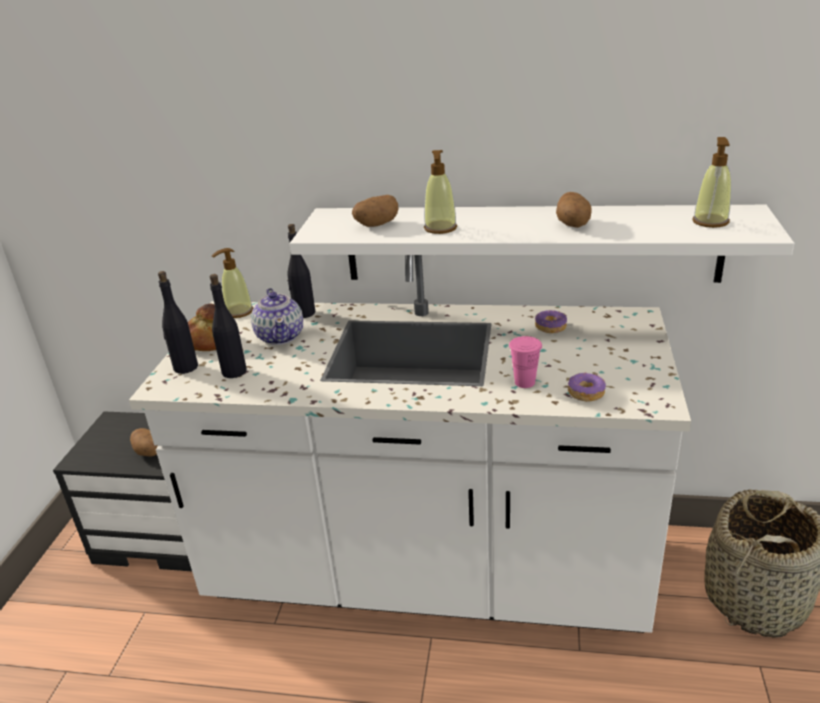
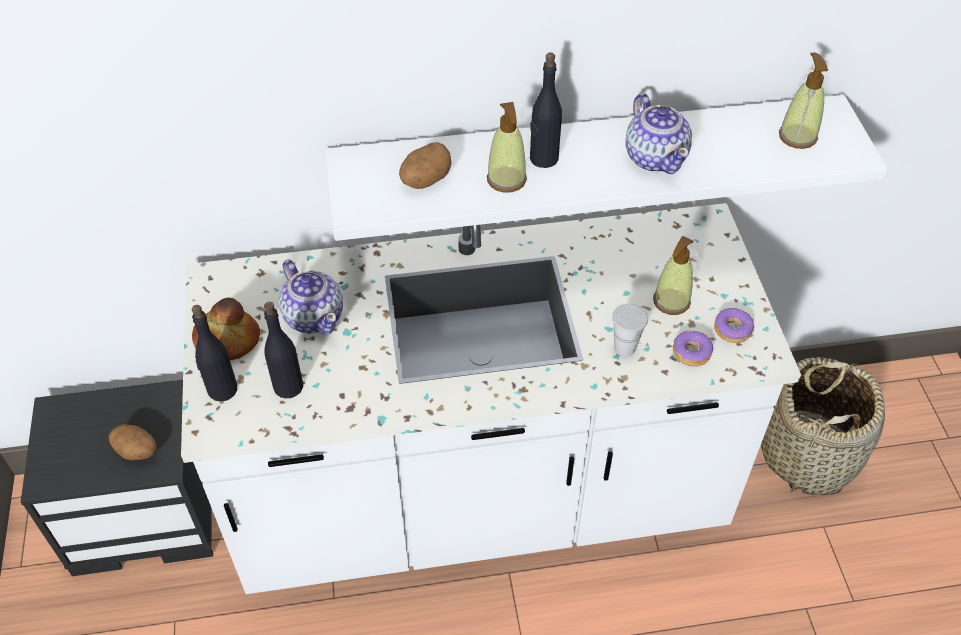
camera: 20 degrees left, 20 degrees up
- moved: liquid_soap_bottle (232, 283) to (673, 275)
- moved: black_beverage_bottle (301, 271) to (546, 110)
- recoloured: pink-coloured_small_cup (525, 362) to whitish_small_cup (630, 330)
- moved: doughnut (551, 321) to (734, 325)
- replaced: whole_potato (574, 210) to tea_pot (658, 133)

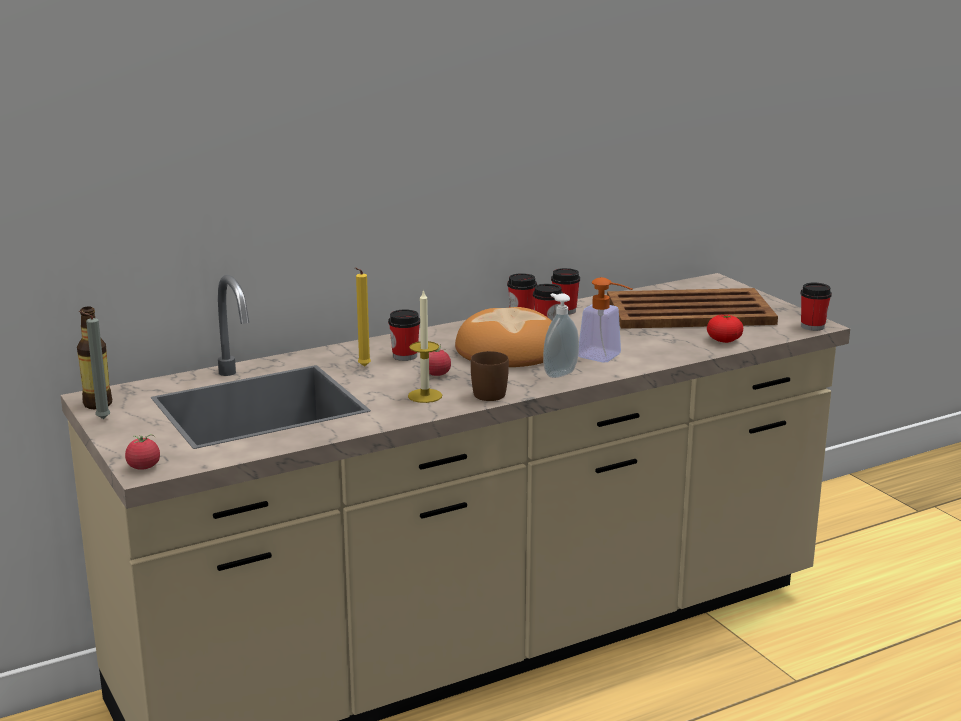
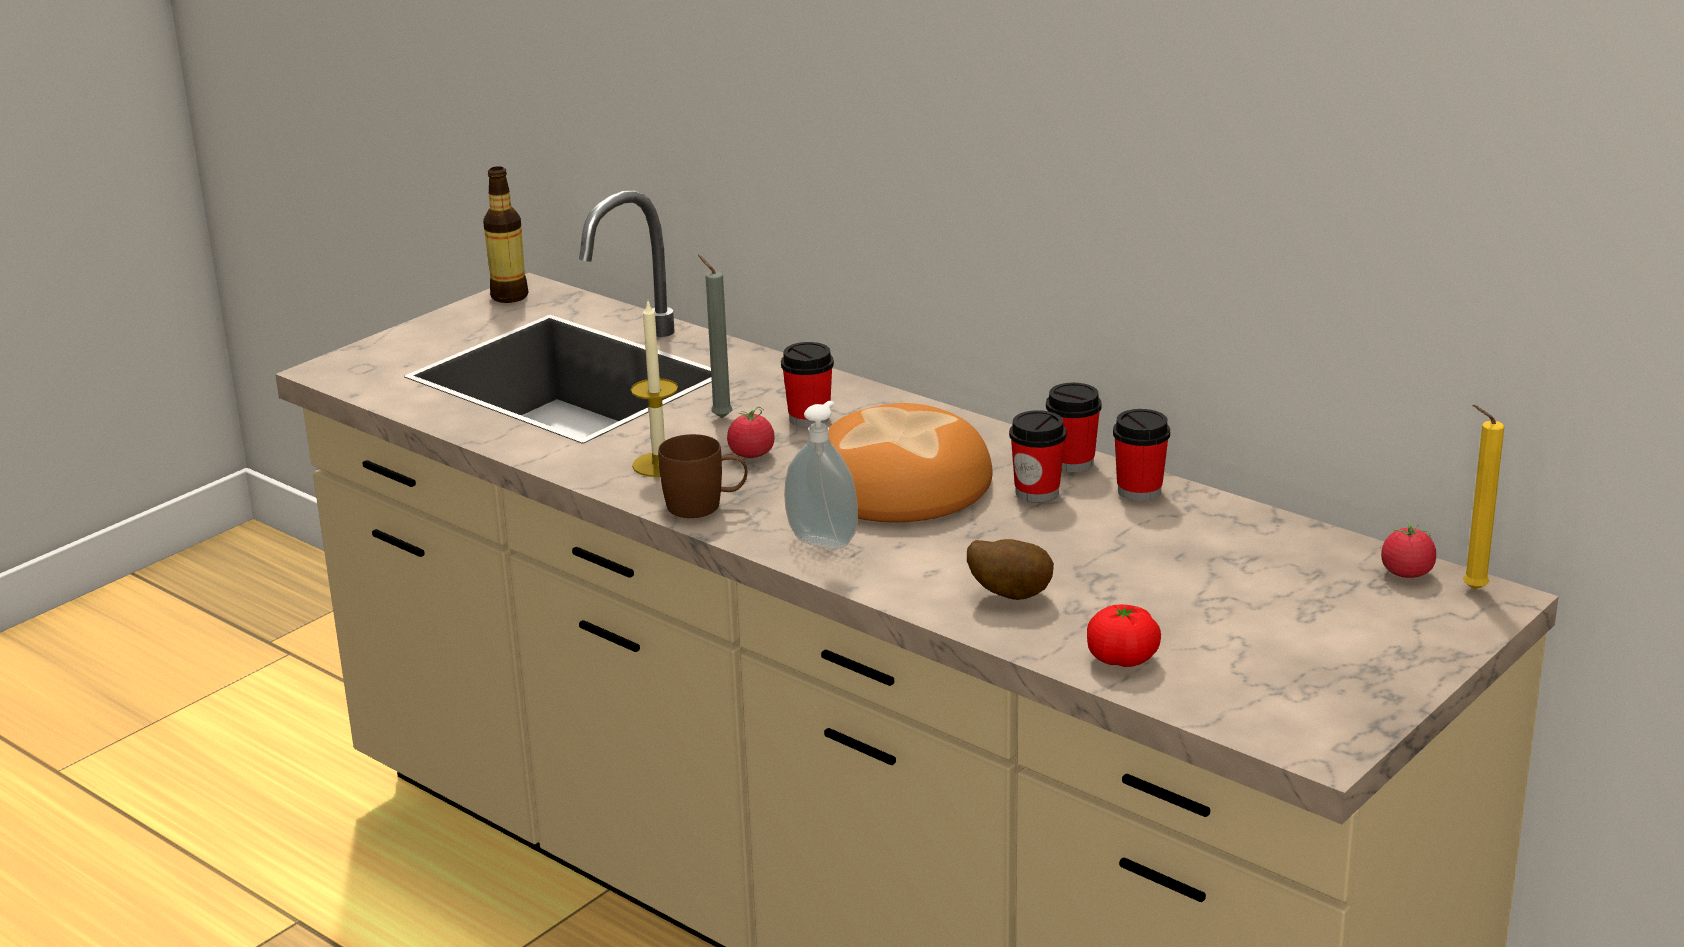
camera: 70 degrees right, 5 degrees up
- moved: gray_wax_light (94, 365) to (715, 336)
- moved: fresh_tomato (142, 452) to (1408, 549)
- moved: yellow_wax_light (363, 317) to (1484, 497)
- removed: liquid_soap_bottle (605, 319)
- removed: brownish_carrying_tray (692, 308)
- removed: small_cup (816, 307)
- added: whole_potato (1010, 569)

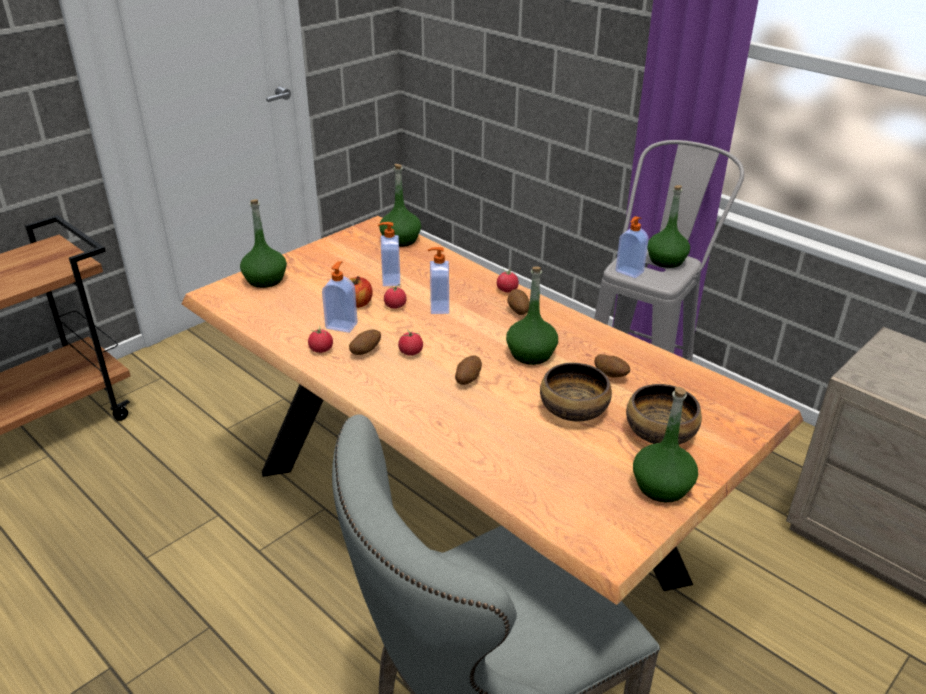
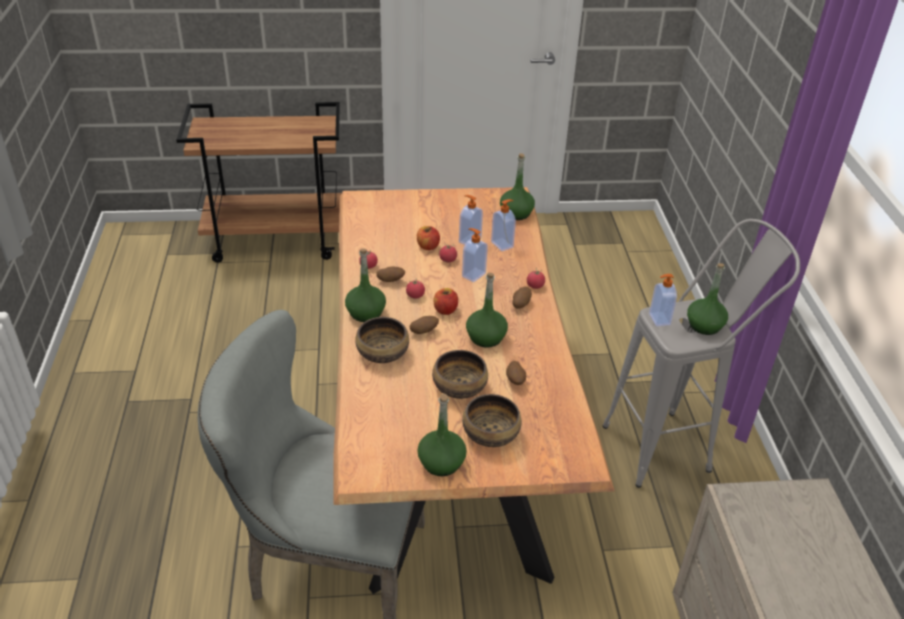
camera: 40 degrees right, 5 degrees up
- moved: greenish_beverage_bottle (263, 243) to (365, 285)
- moved: liquid_soap_bottle (340, 297) to (503, 225)
- added: serving_bowl (382, 340)
- added: whole_apple (446, 301)

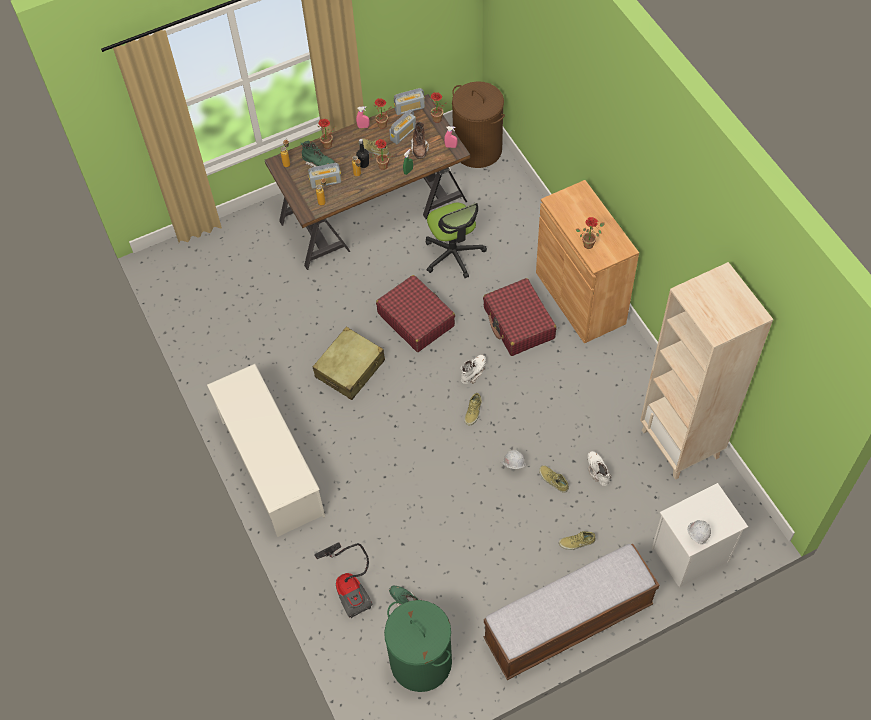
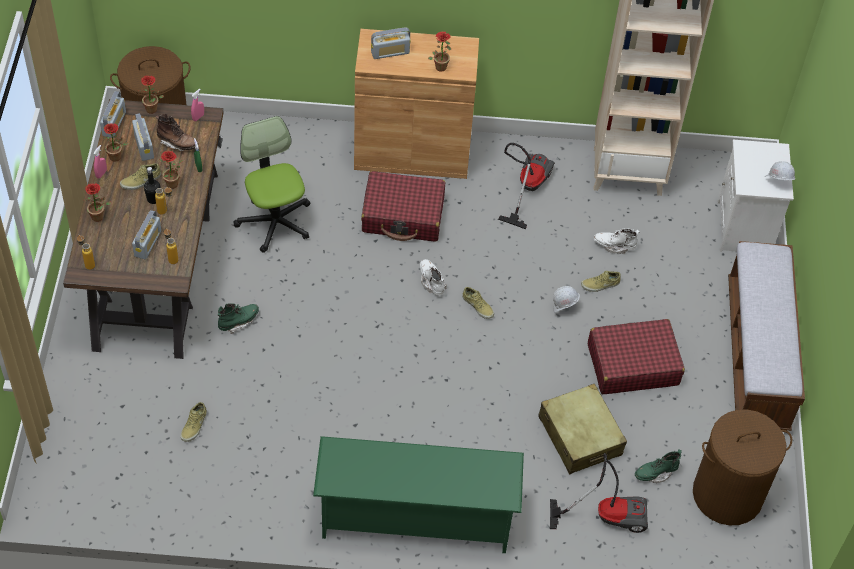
camera: 65 degrees left, 5 degrees down
- recoloured: whitish_shoe_stand (266, 450) to greenish_shoe_stand (418, 494)
- moved: greenish_tall_boot (318, 154) to (238, 318)
- moved: beige-coloured_piece_of_luggage (349, 363) to (582, 429)
- moved: red_piece_of_luggage (415, 313) to (636, 356)
- recoloured: greenish_washing_basket (418, 646) to brownish_washing_basket (742, 467)
- turned: desk_chair (456, 240) = (272, 184) 120 degrees counterclockwise
- moved: beige-coloured_item_of_footwear (577, 540) to (193, 422)
- added: radio_set (391, 43)
- added: vacuum (526, 186)

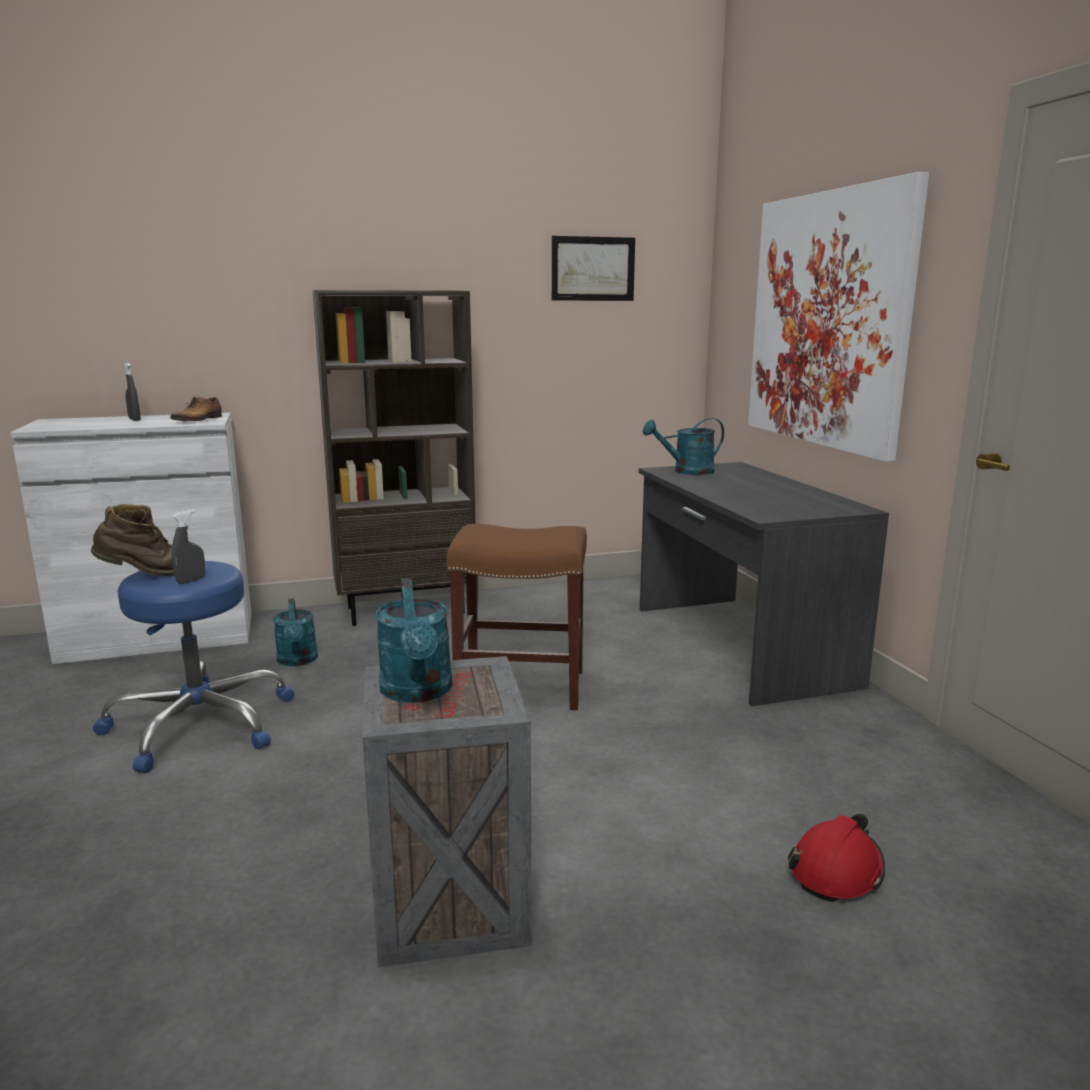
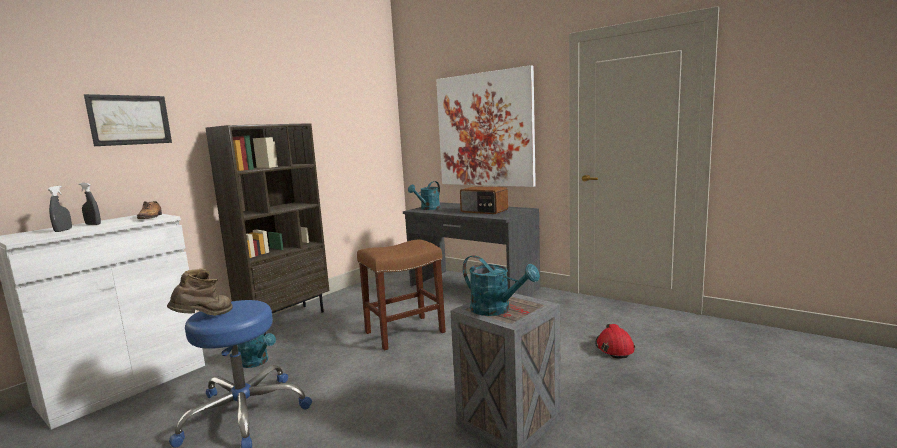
camera: 35 degrees left, 5 degrees down
- moved: gray_sprayer (188, 547) to (60, 209)
- moved: wall_art (593, 268) to (128, 120)
- added: radio_set (484, 200)

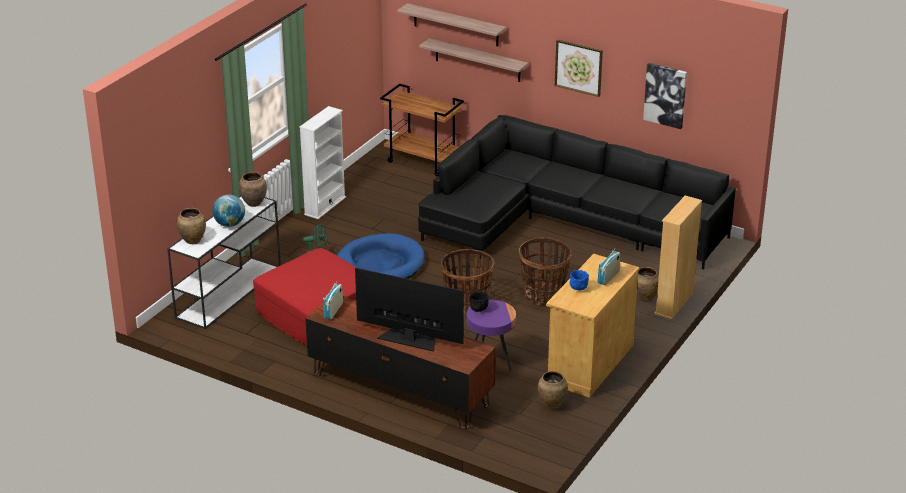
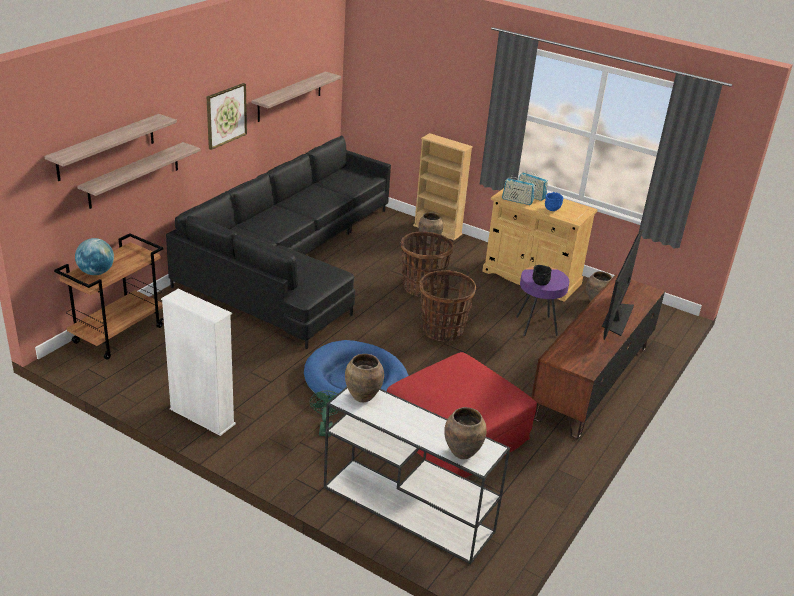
camera: 90 degrees left, 0 degrees up
- moved: desk_globe (228, 211) to (94, 256)
- moved: radio_set (333, 300) to (518, 190)
- replaced: wall_art (665, 96) to bracket_shelf (296, 96)

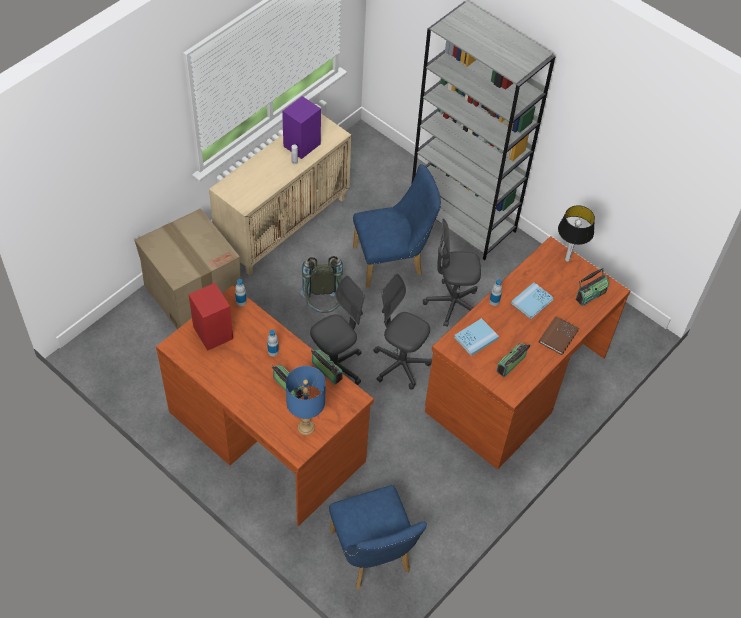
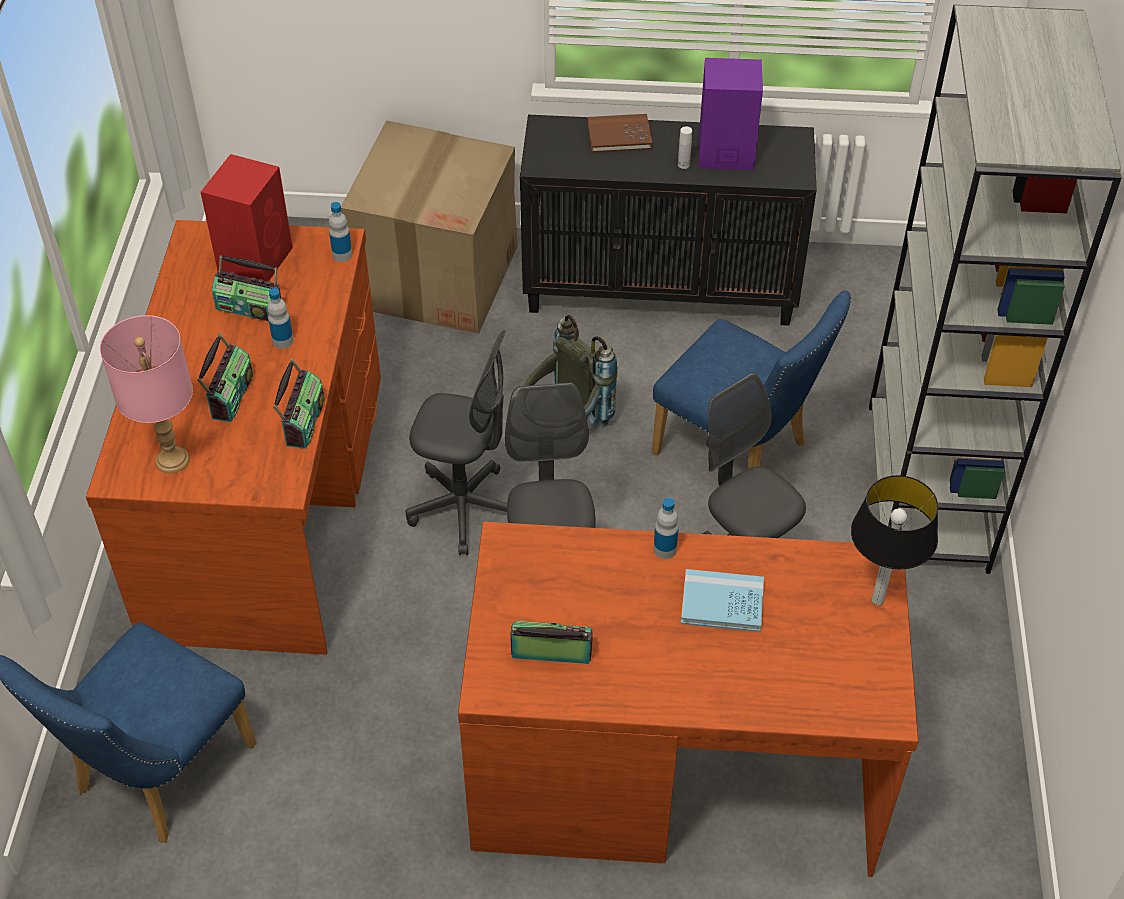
camera: 55 degrees right, 5 degrees down
- recoloured: beige-coloured_cupboard (280, 195) to black_cupboard (668, 220)
- recoloured: bluish_lamp_for_a_table (306, 400) to pink-coloured_lamp_for_a_table (146, 394)
- removed: bluish_volume (476, 337)
- moved: brownish_volume (559, 335) to (619, 133)
- moved: radio_set (592, 287) to (246, 288)

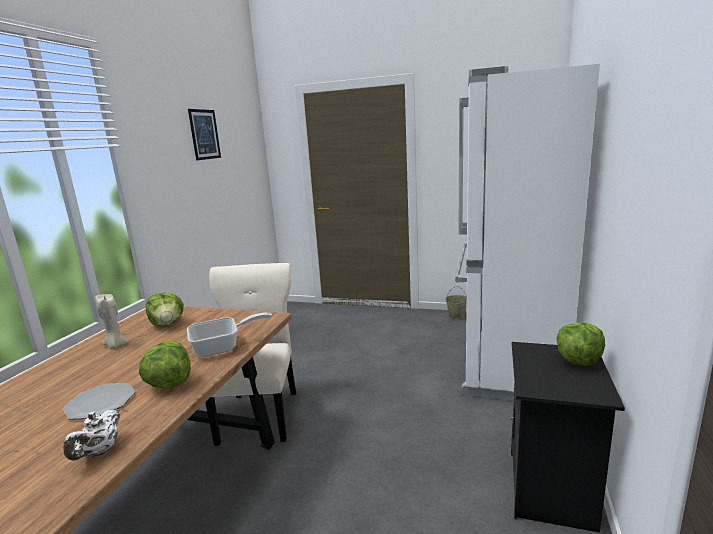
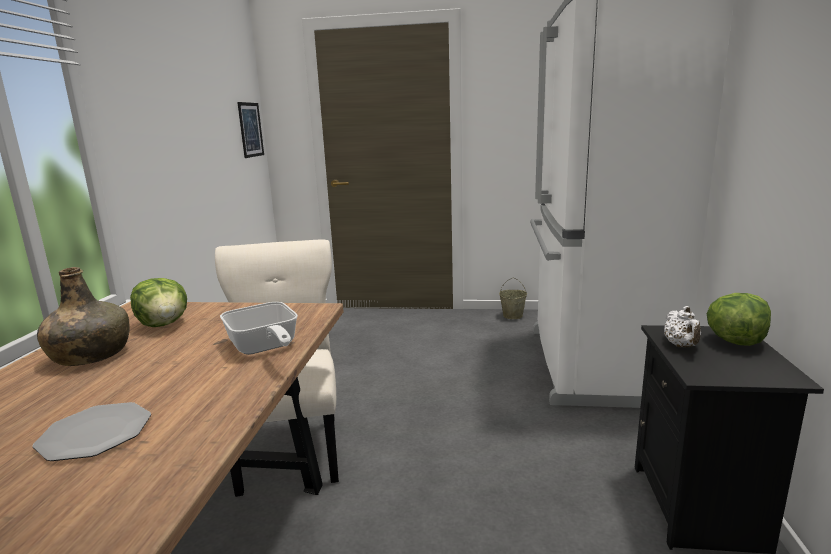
camera: 10 degrees left, 0 degrees up
- moved: whitish_tea_pot (91, 435) to (682, 327)
- replaced: beige-coloured_wax_light (112, 321) to greenish_beverage_bottle (83, 316)
- removed: lettuce (165, 365)
- turned: frying_pan (229, 335) = (259, 328) 90 degrees clockwise
- moved: wall_art (204, 135) to (250, 130)

